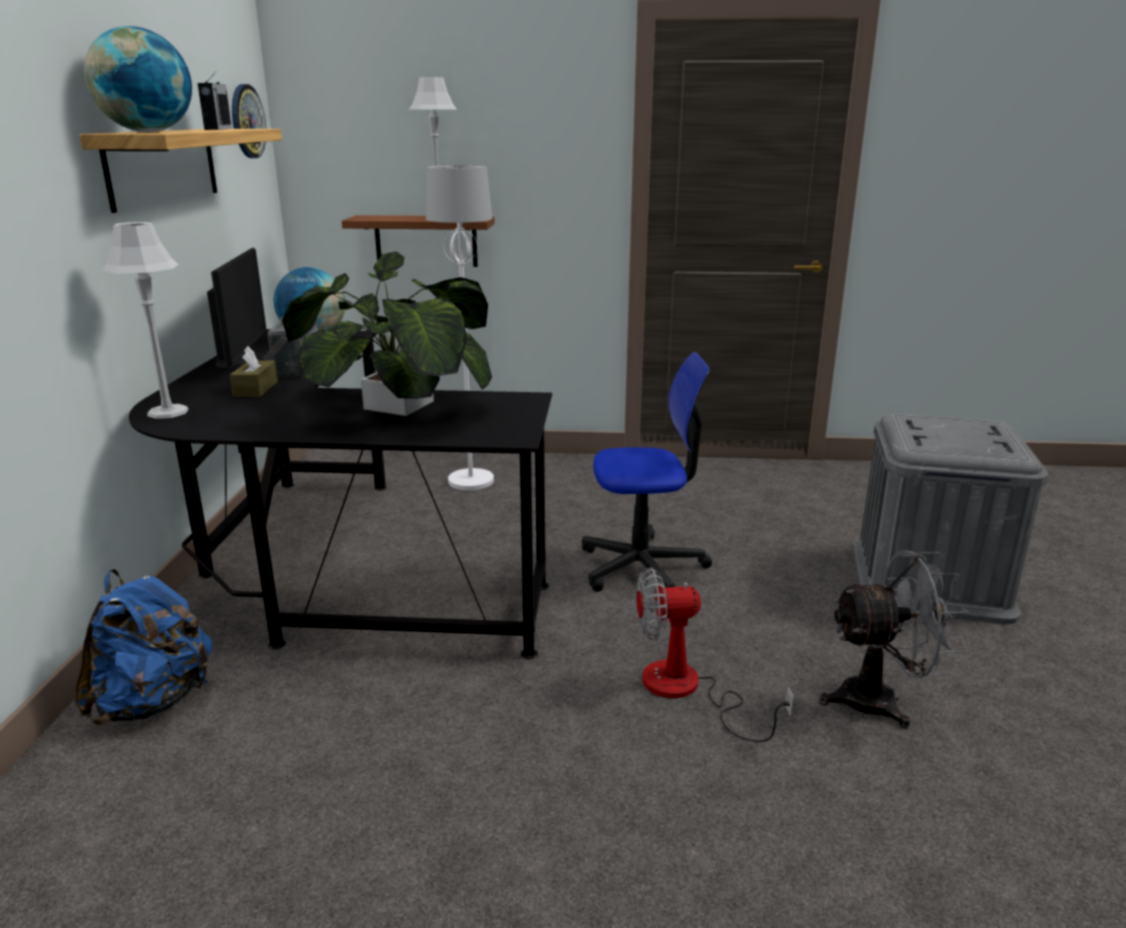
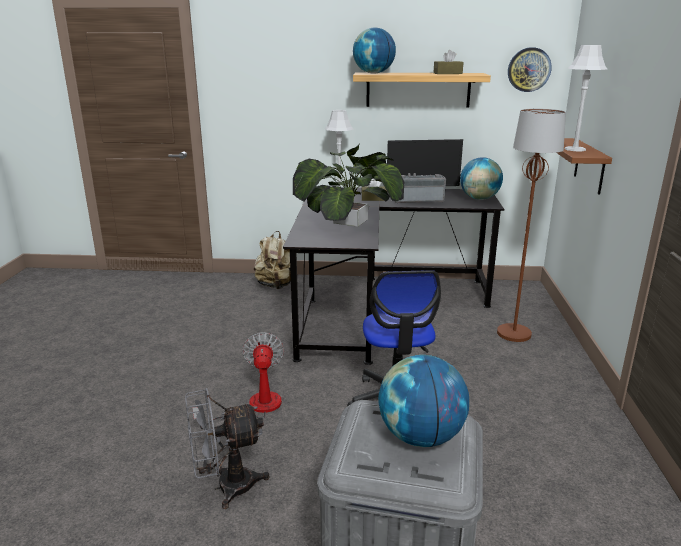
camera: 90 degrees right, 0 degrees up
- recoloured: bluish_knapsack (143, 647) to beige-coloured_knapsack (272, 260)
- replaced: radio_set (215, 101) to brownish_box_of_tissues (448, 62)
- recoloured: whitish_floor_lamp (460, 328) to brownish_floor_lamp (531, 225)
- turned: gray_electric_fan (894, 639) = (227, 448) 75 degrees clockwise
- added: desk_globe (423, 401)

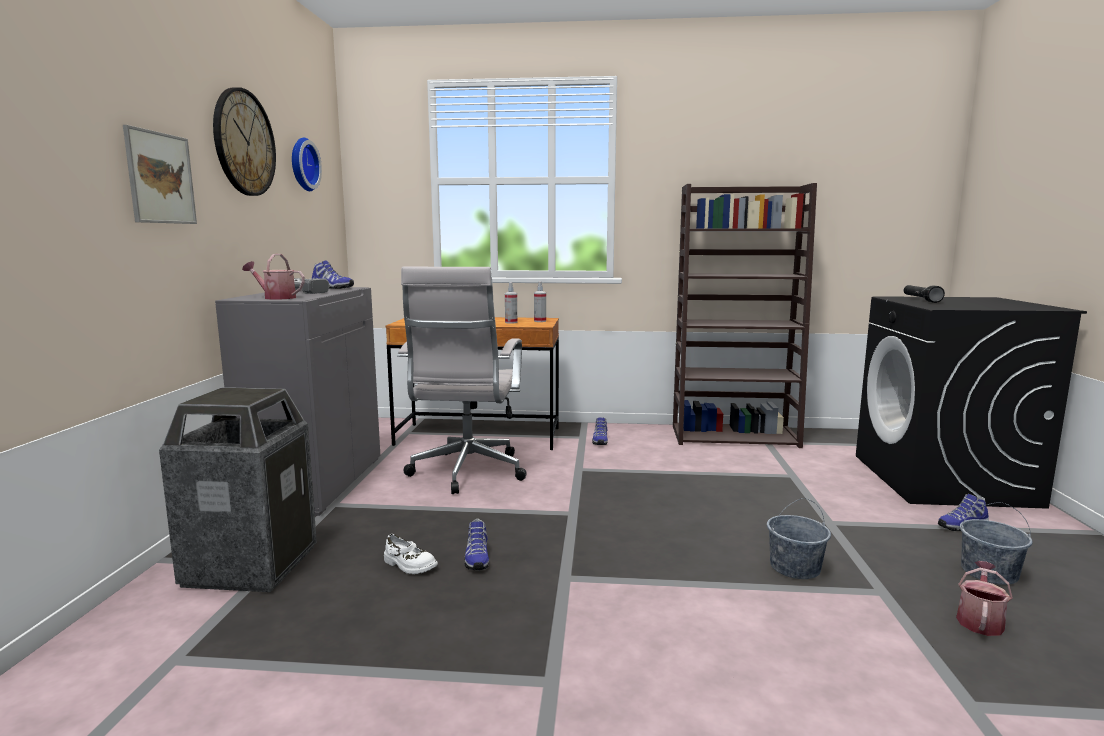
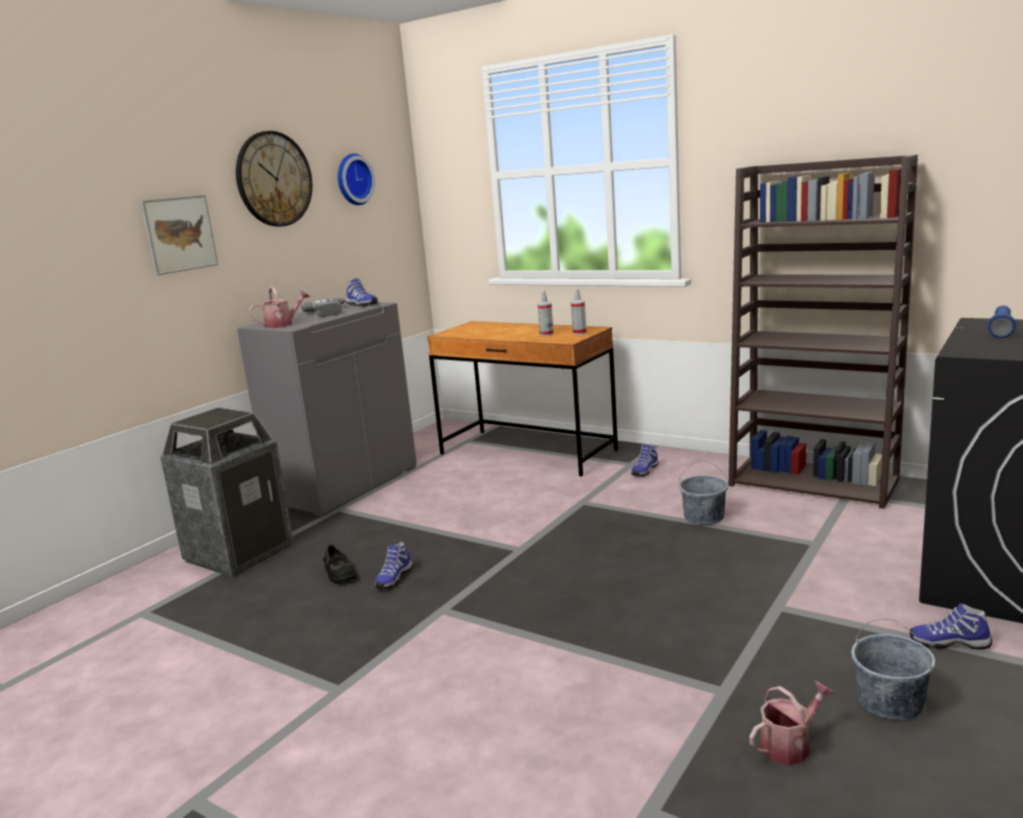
camera: 30 degrees right, 5 degrees up
- turned: watering_pot (273, 277) = (279, 307) 105 degrees clockwise
- recoloured: whitish_item_of_footwear (411, 554) to black_item_of_footwear (340, 564)
- removed: whitish_desk_chair (462, 380)
- moved: gray_bucket (799, 538) to (703, 492)
- recoloured: black_torch (924, 294) to bluish_torch (1001, 322)

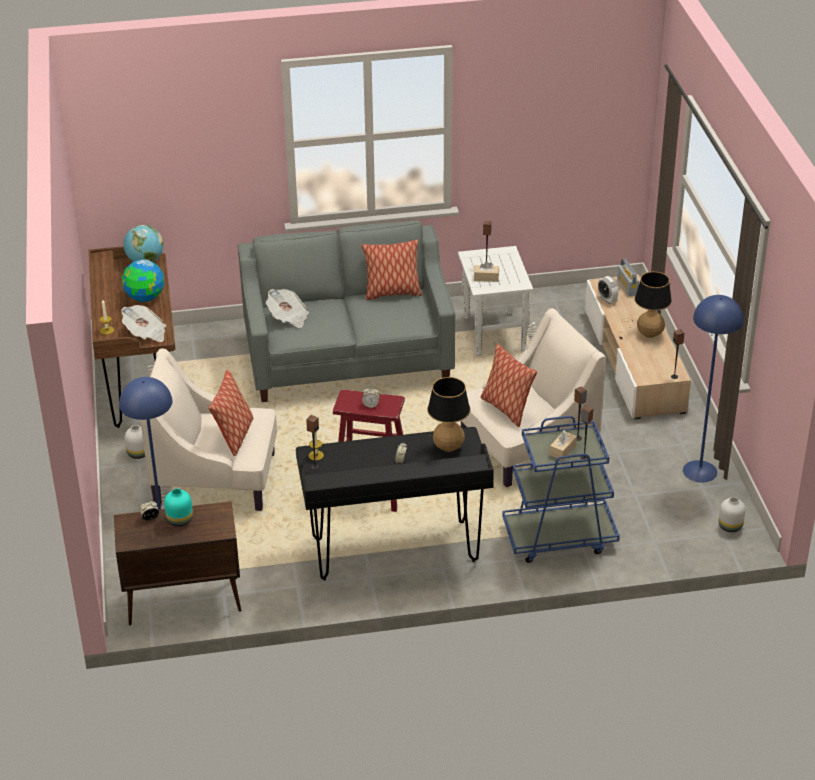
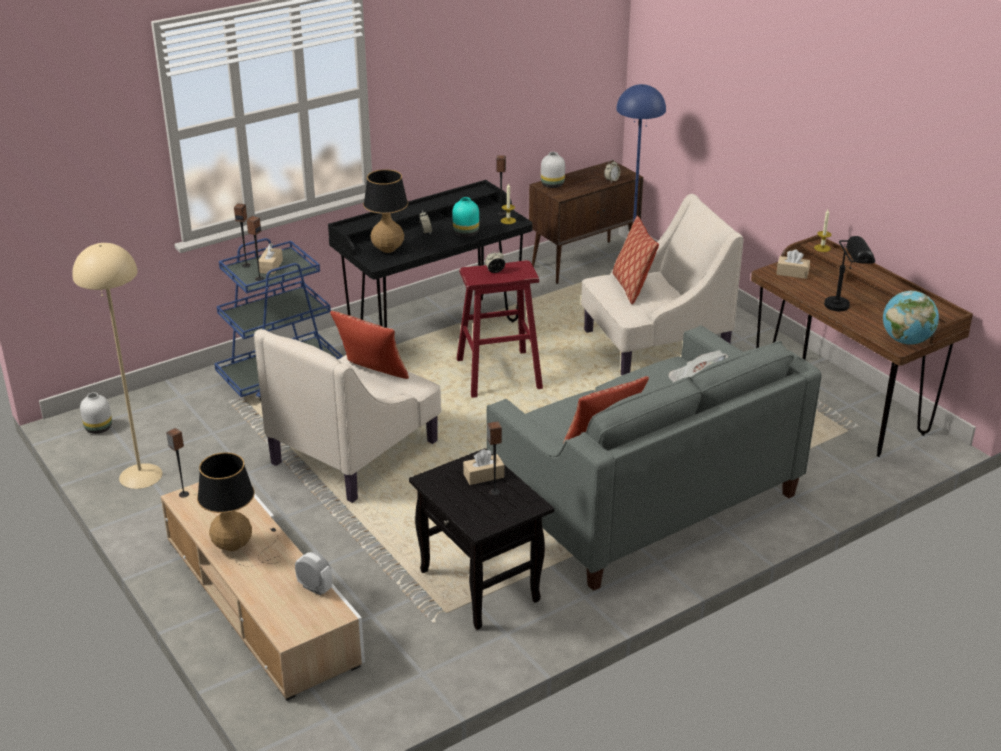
camera: 155 degrees right, 5 degrees down
- replaced: printed_paper (143, 323) to beige-coloured_box_of_tissues (793, 264)
- replaced: desk_globe (143, 281) to black_lamp_for_a_table (849, 273)
- moved: whitish_flower_vase (135, 442) to (553, 170)
- moved: turquoise-coloured_flower_vase (178, 507) to (465, 217)
- recoloured: whitish_accent_table (495, 301) to black_accent_table (481, 539)
- removed: radio_set (628, 277)
- recoloured: bluish_floor_lamp (713, 389) to beige-coloured_floor_lamp (117, 366)

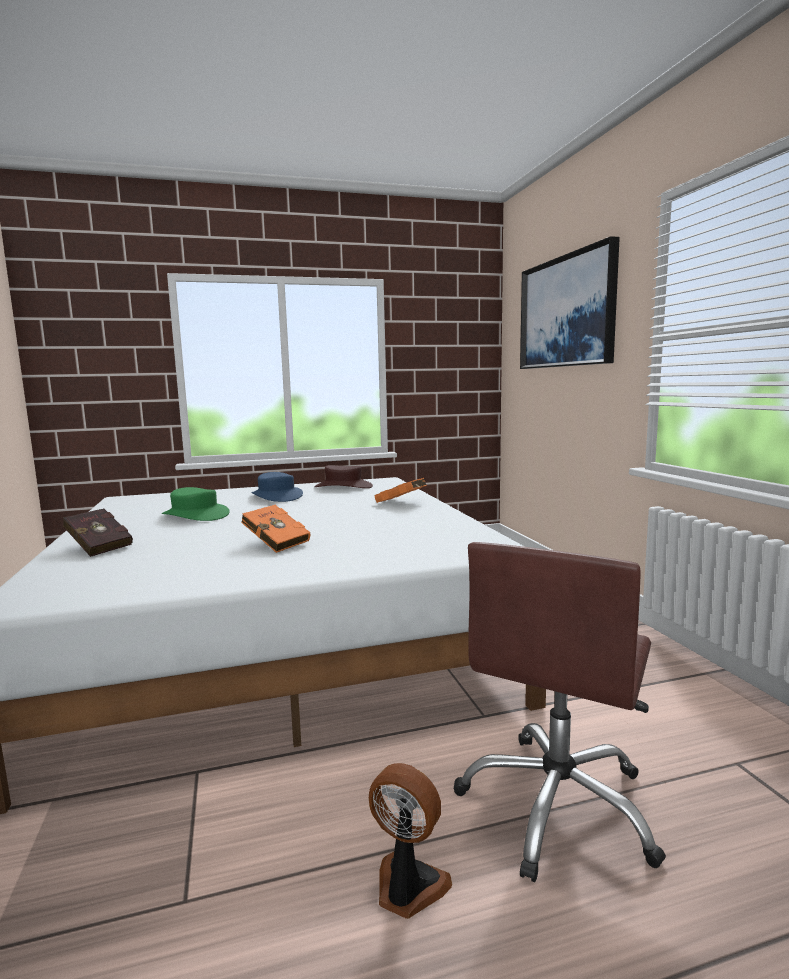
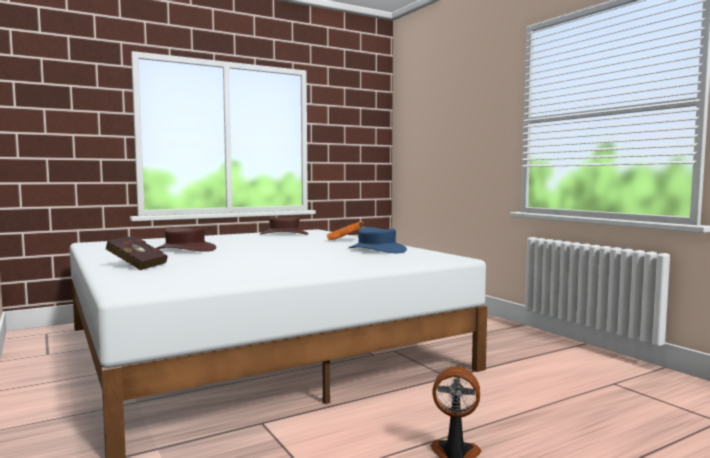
camera: 15 degrees left, 5 degrees down
- recoloured: greenish_hat (196, 504) to brownish_hat (186, 239)
- removed: orange_volume (276, 529)
- moved: bluish_hat (277, 487) to (378, 240)
- removed: brownish_desk_chair (560, 712)
- removed: wall_art (570, 302)

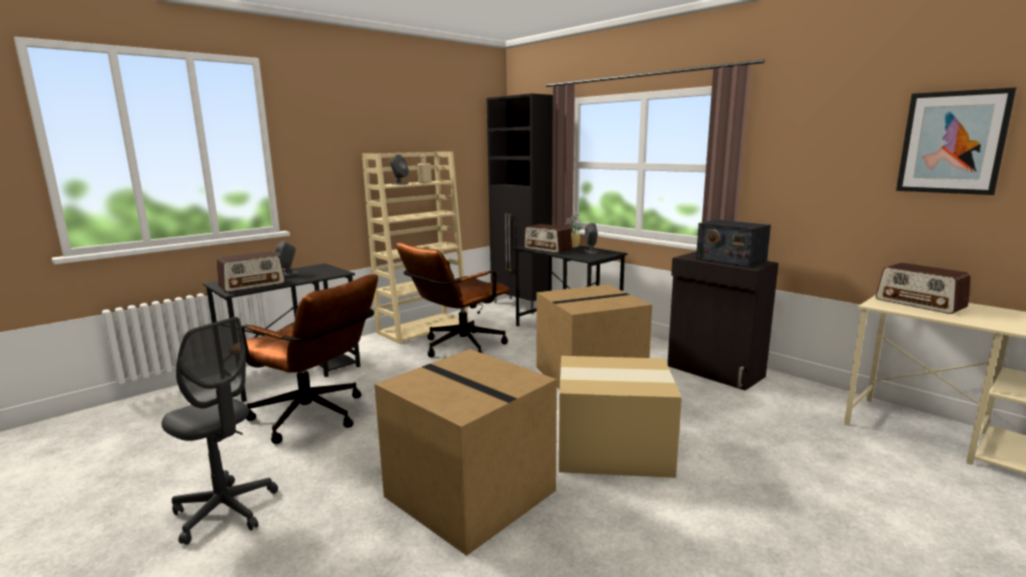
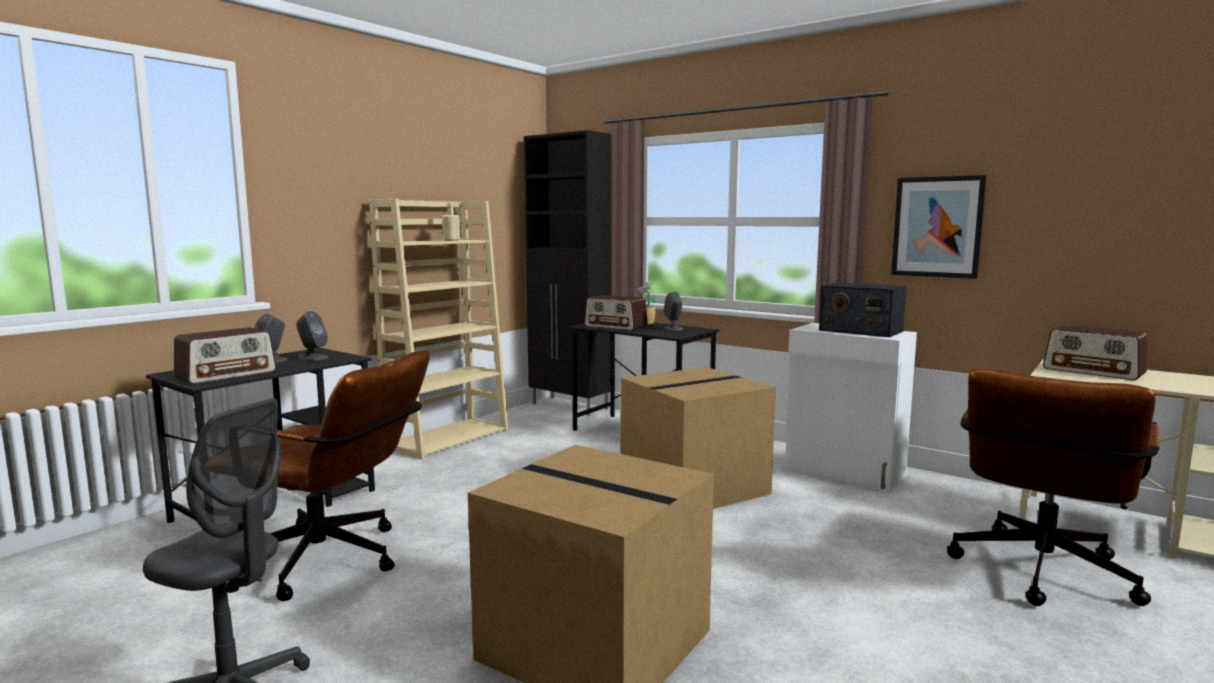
camera: 10 degrees left, 5 degrees down
- moved: gray_loudspeaker (399, 169) to (312, 335)
- moved: brownish_desk_chair (453, 300) to (1053, 487)
- removed: packing_box (620, 417)
- recoloured: black_cupboard (723, 320) to whitish_cupboard (851, 407)
- moved: wall_art (956, 141) to (939, 227)

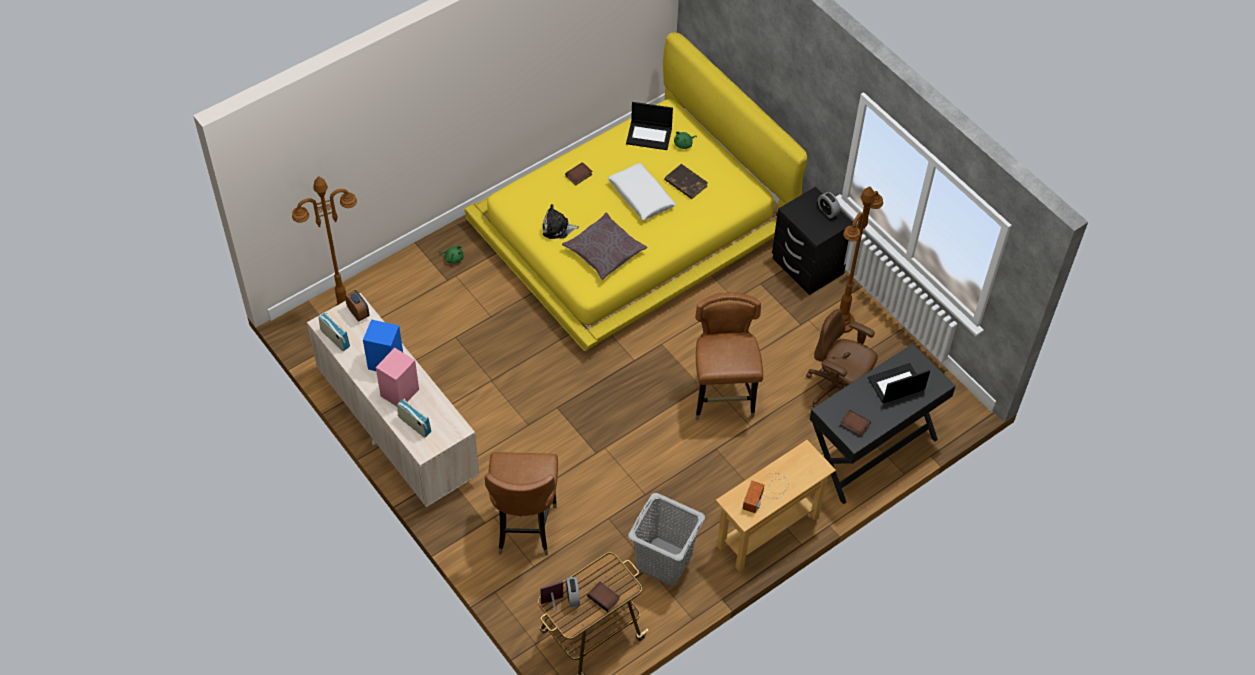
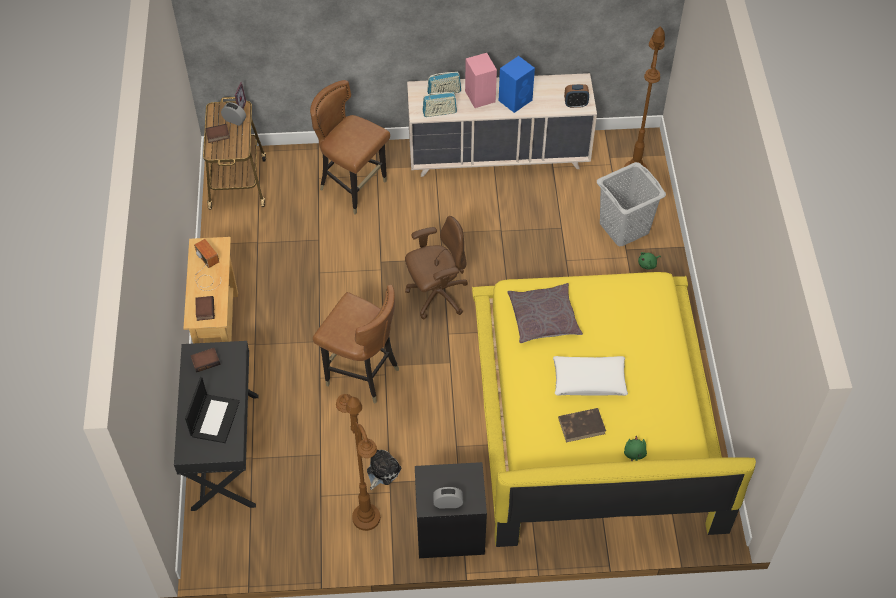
camera: 125 degrees right, 0 degrees up
- moved: radio_set (334, 331) to (440, 104)
- moved: plush_toy (561, 221) to (384, 470)
- moved: volume (578, 173) to (205, 308)
- removed: portable_computer (649, 126)
- moved: gray_washing_basket (666, 539) to (631, 204)
- moved: brownish_desk_chair (842, 358) to (436, 267)

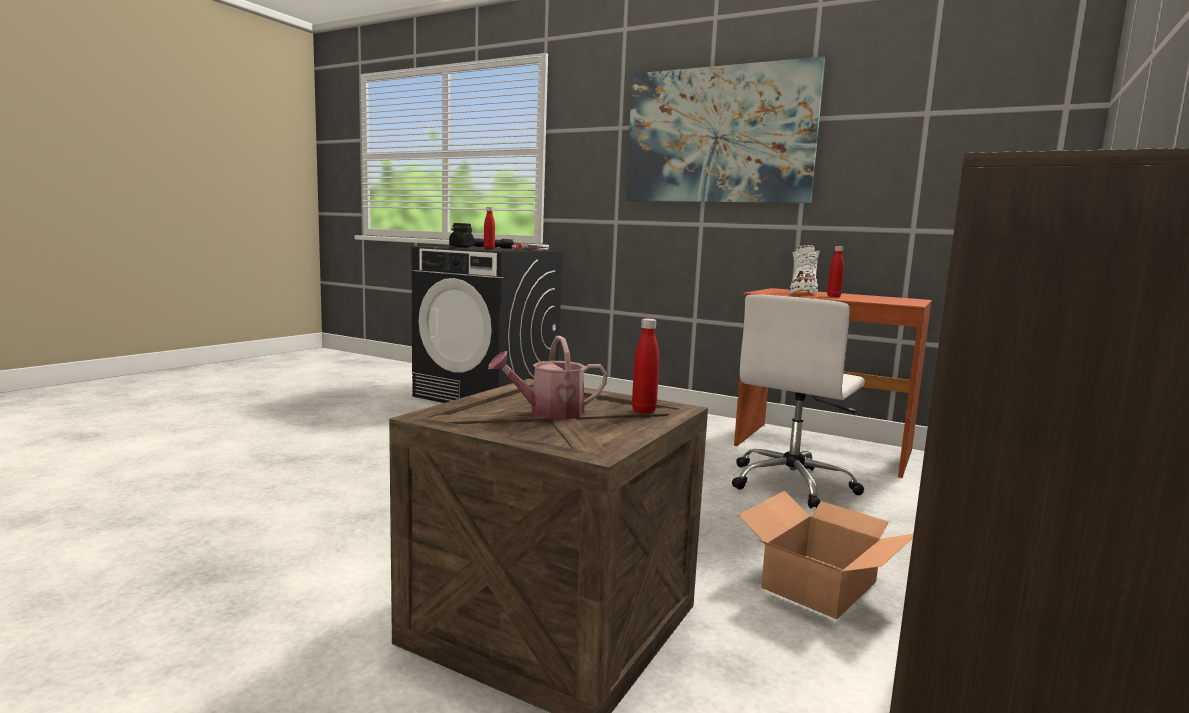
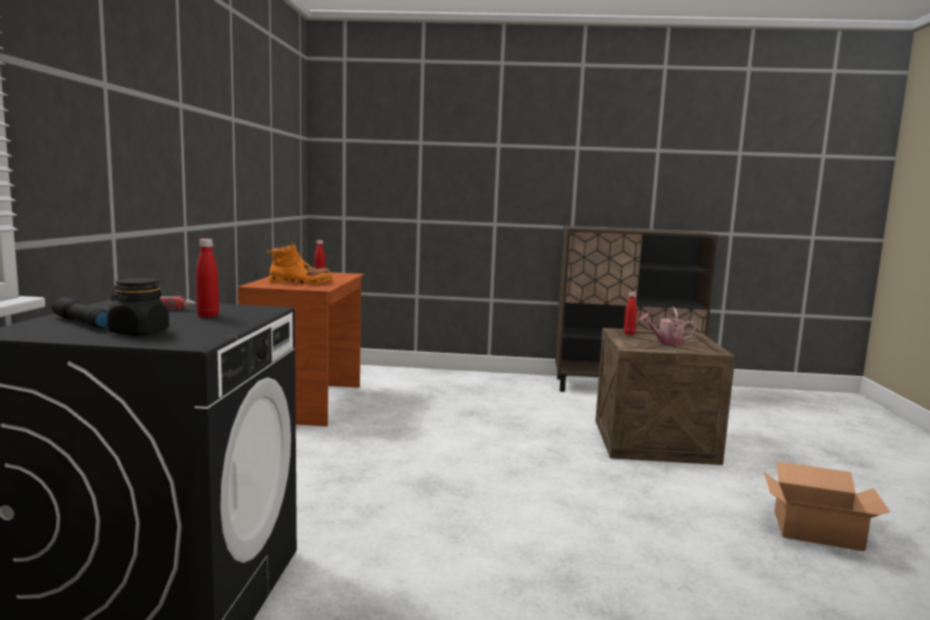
camera: 115 degrees left, 0 degrees up
- turned: watering_pot (548, 377) = (668, 326) 135 degrees clockwise
- removed: wall_art (725, 129)
- removed: whitish_desk_chair (798, 401)
- moved: packing_box (826, 555) to (827, 507)
- recoloured: whitish_tall_boot (804, 269) to orange_tall_boot (300, 262)

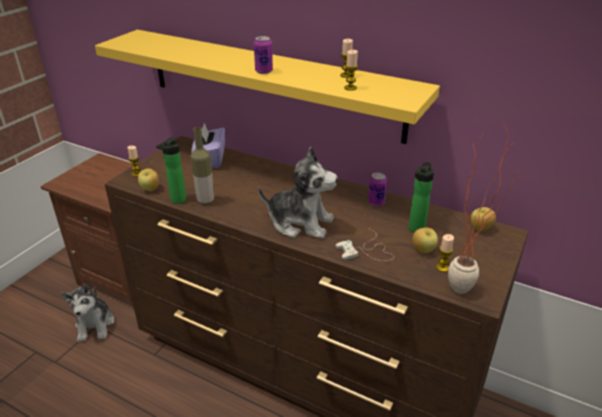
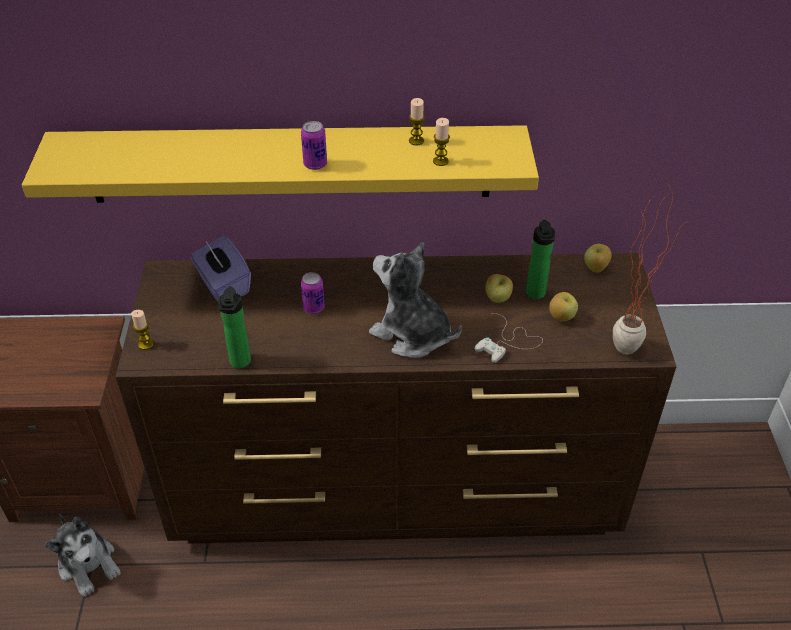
camera: 30 degrees left, 10 degrees up
- moved: whole_apple (148, 179) to (499, 288)
- removed: beverage_bottle (202, 166)
- turned: plush_toy (298, 193) = (415, 300) 135 degrees counterclockwise
- moved: metal_can (377, 189) to (313, 293)
- removed: wax_light (445, 253)

